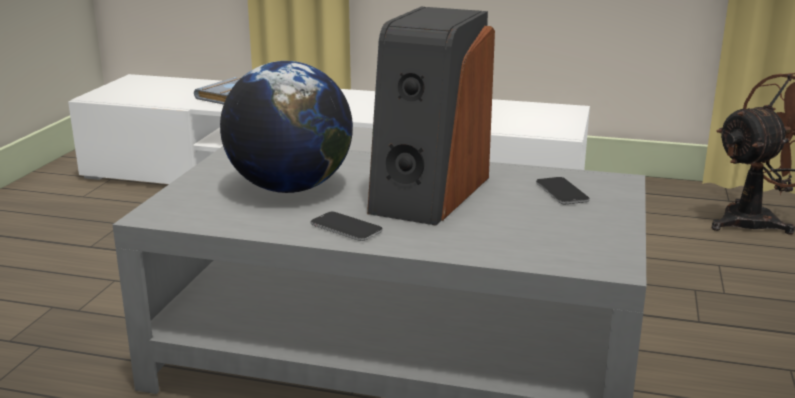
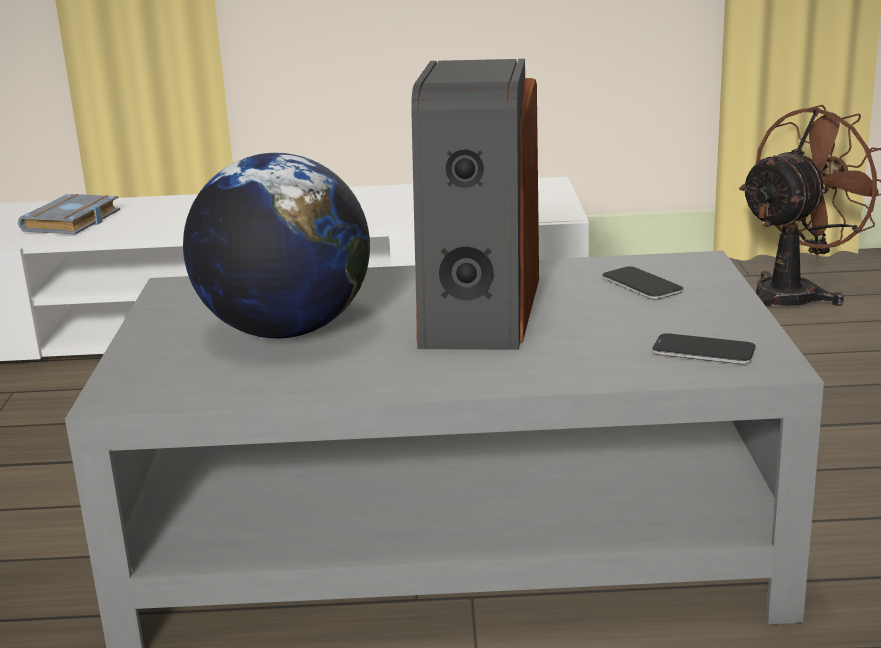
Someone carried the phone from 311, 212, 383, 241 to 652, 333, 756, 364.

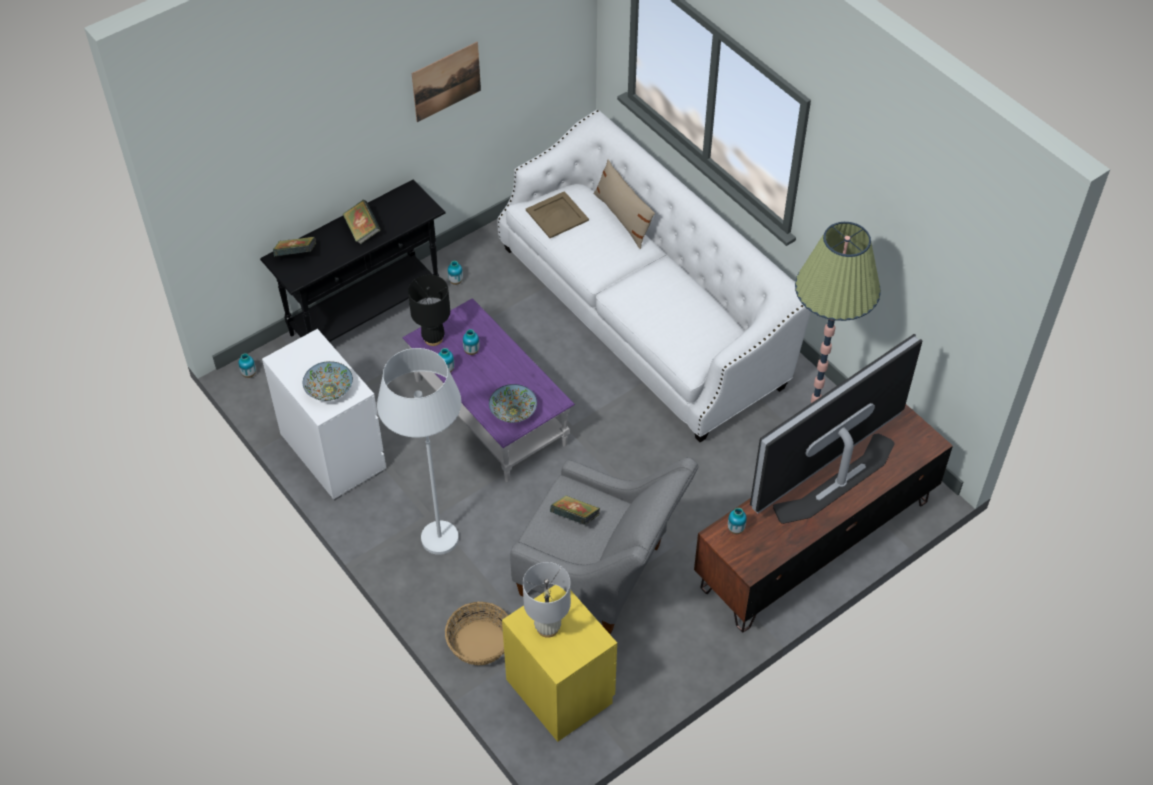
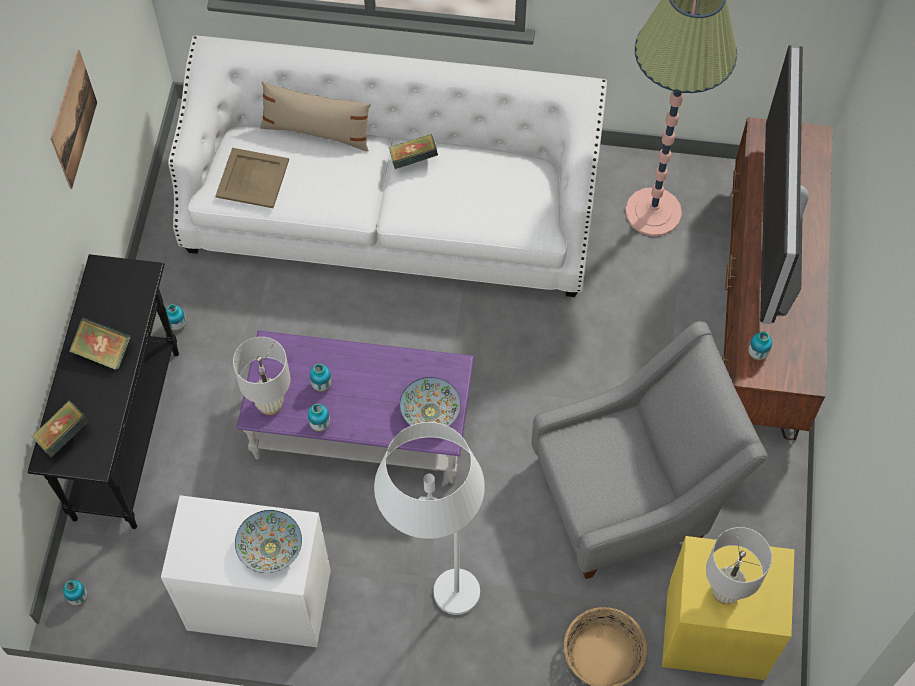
Someone repainted the black table lamp at 408, 275, 450, 346, which became the white table lamp at 233, 337, 291, 415.
Someone carried the book from 550, 495, 600, 525 to 389, 134, 438, 169.

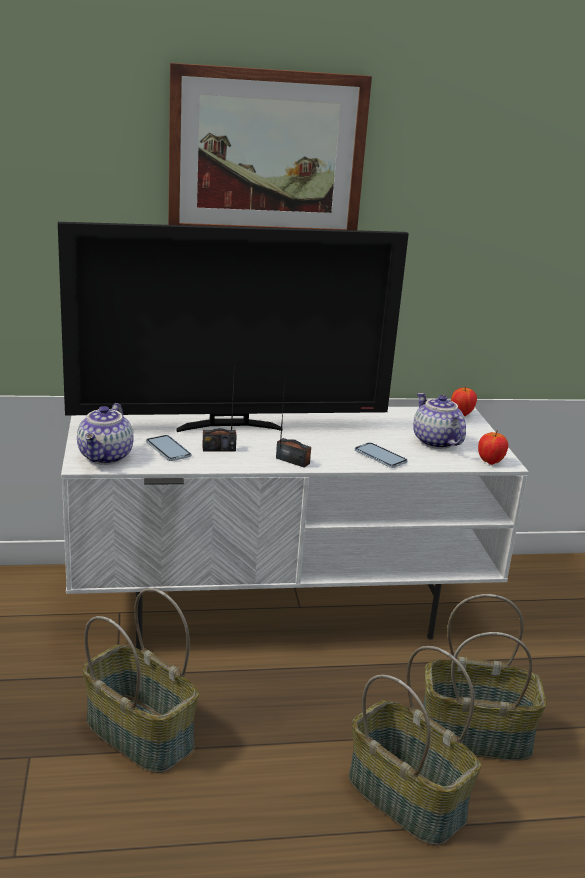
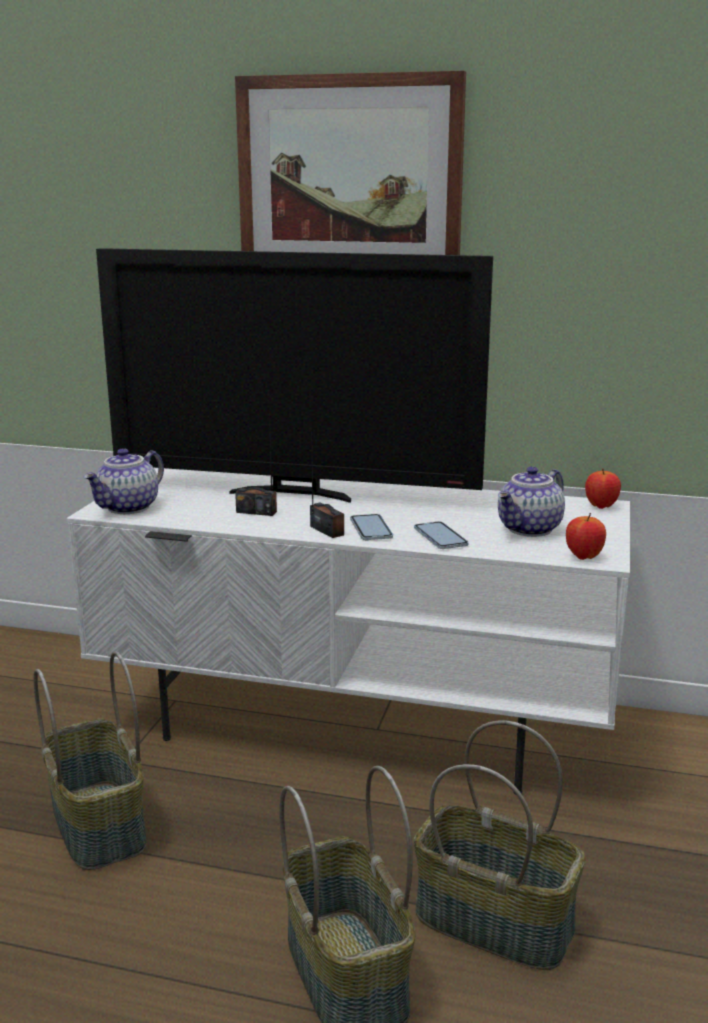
Someone rotated the teapot at 413, 393, 466, 449 by 135 degrees counterclockwise.
Someone carried the phone from 146, 435, 191, 461 to 350, 514, 393, 540.

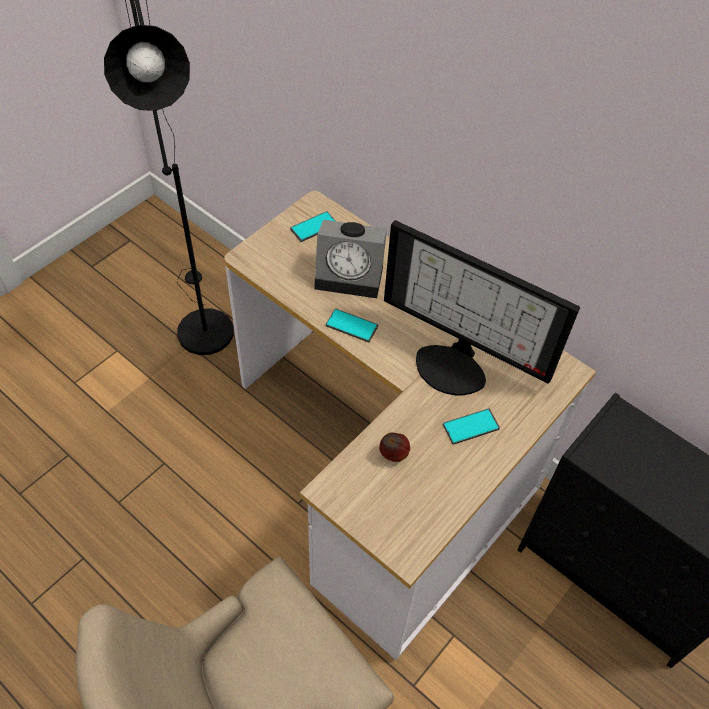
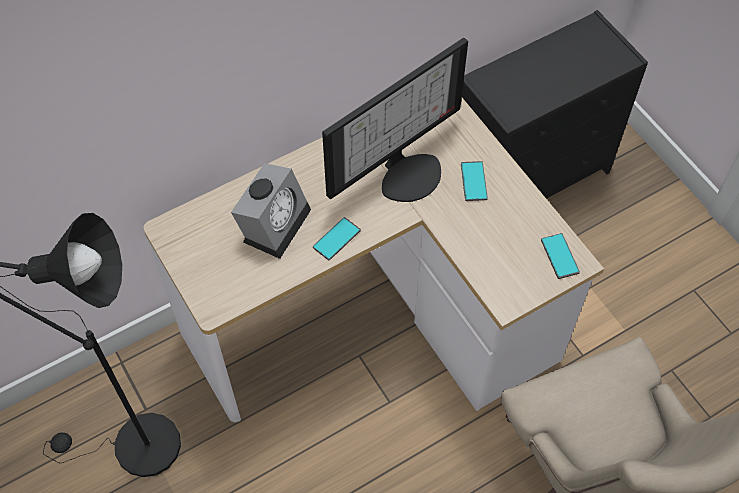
Someone carried the phone from 290, 211, 335, 242 to 541, 233, 580, 279.
Someone took away the apple at 379, 433, 410, 462.

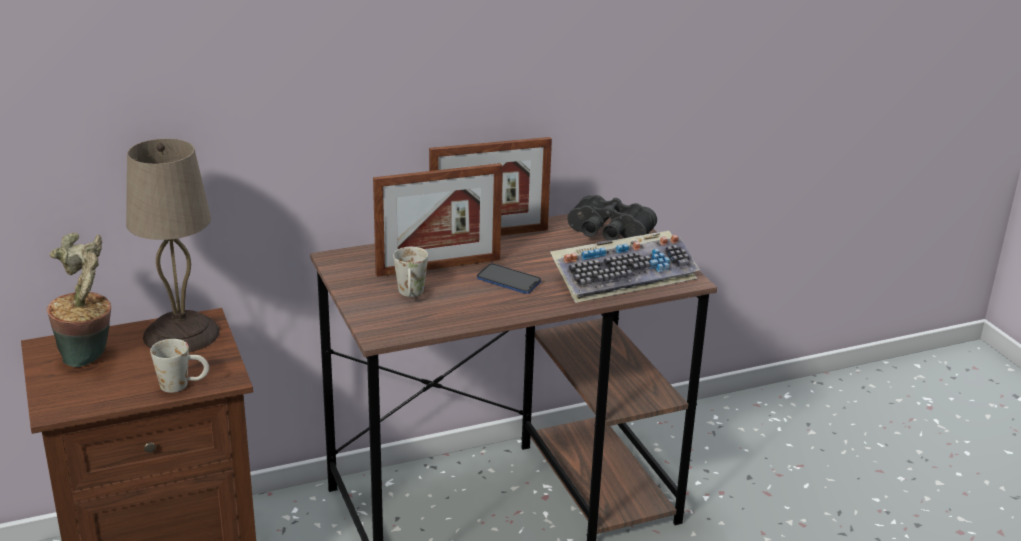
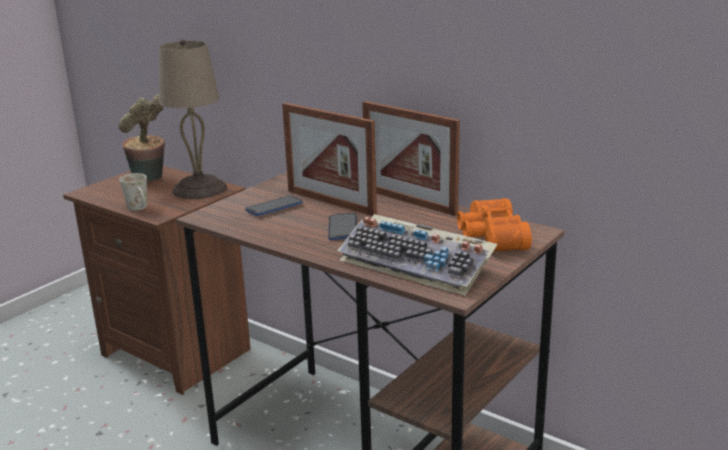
Someone repainted the black binoculars at 567, 195, 657, 241, which became the orange binoculars at 457, 198, 532, 252.
Someone swapped the white mug at 393, 247, 428, 297 for the phone at 245, 196, 303, 216.

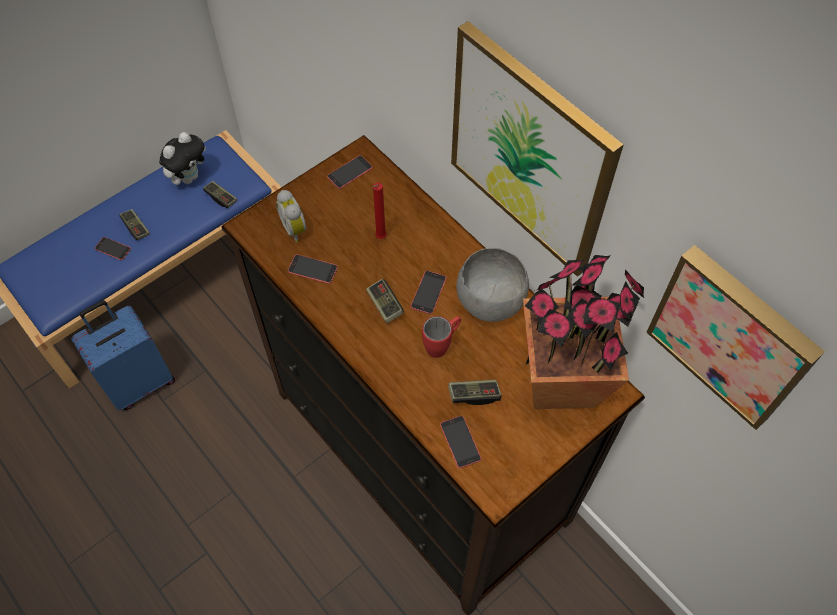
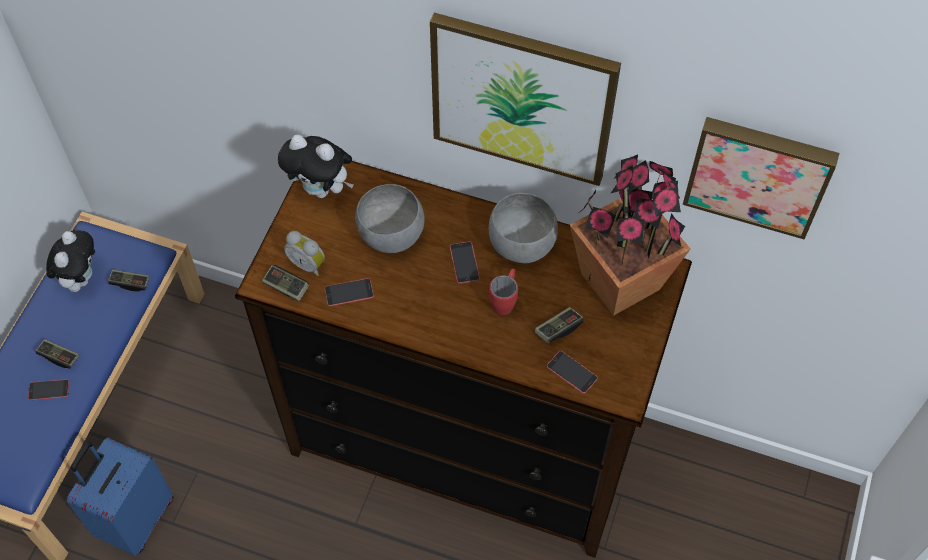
Someone swapped the phone at 327, 155, 372, 189 for the plush toy at 278, 135, 354, 198.
Someone swapped the red candle at 372, 183, 387, 239 for the grey bowl at 355, 184, 425, 253.
Someone carried the game controller from 366, 279, 404, 323 to 262, 265, 309, 302.

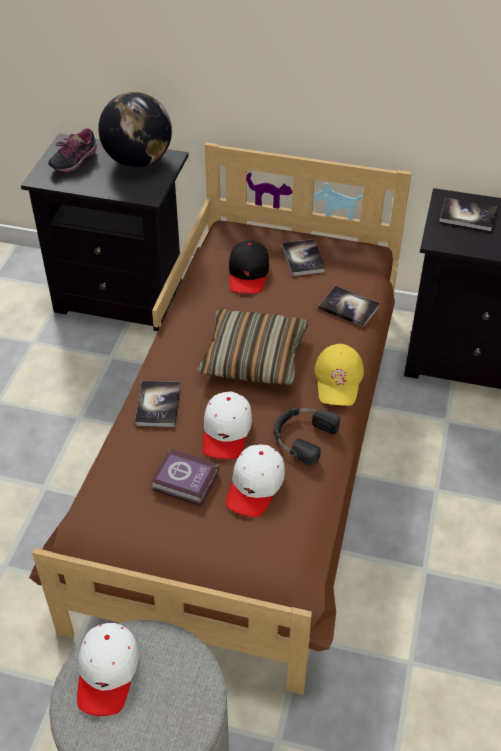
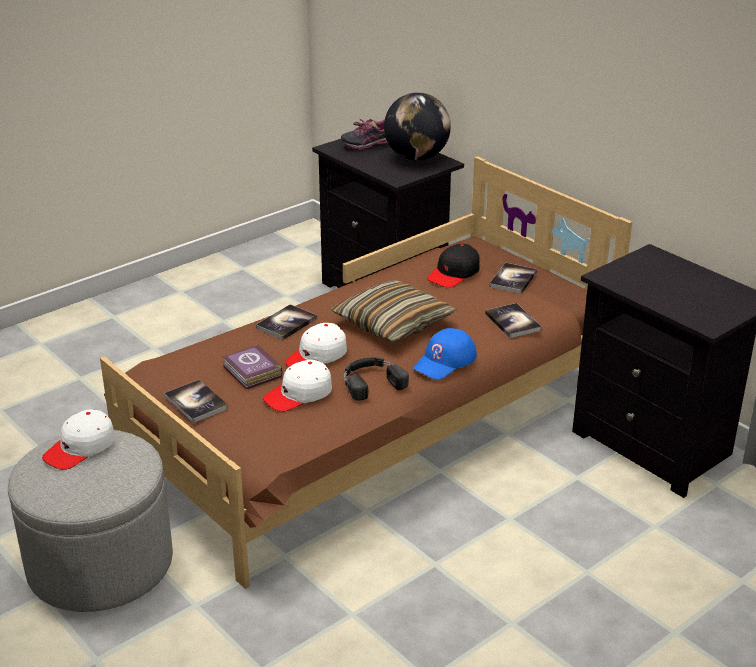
Someone carried the book from 439, 198, 496, 231 to 164, 380, 228, 423.
Someone repainted the yellow cap at 315, 344, 364, 406, which became the blue cap at 413, 328, 477, 380.

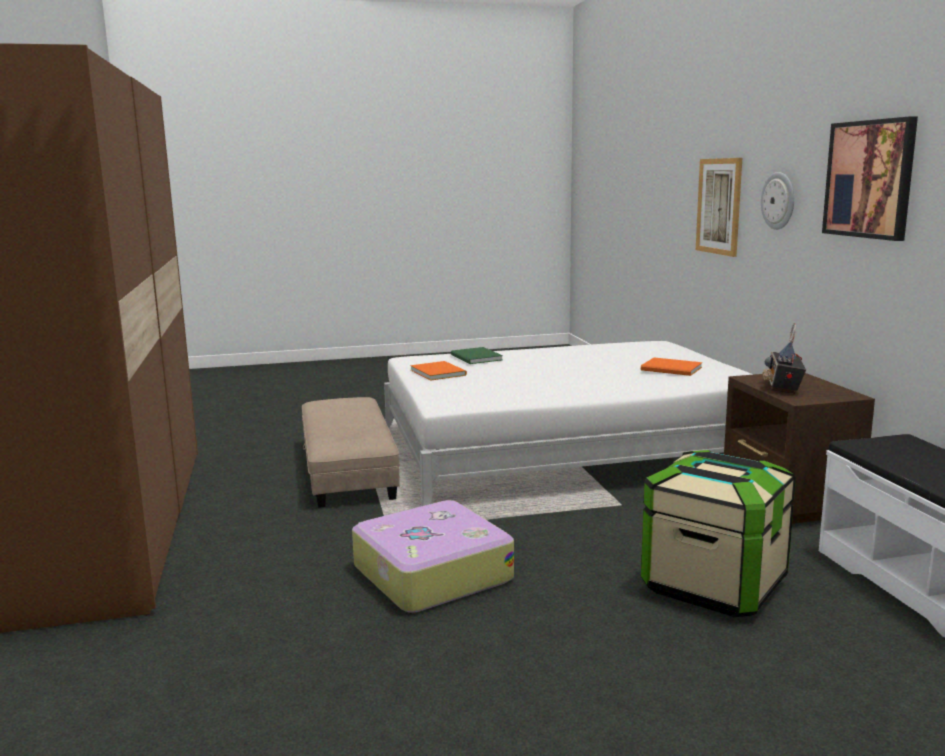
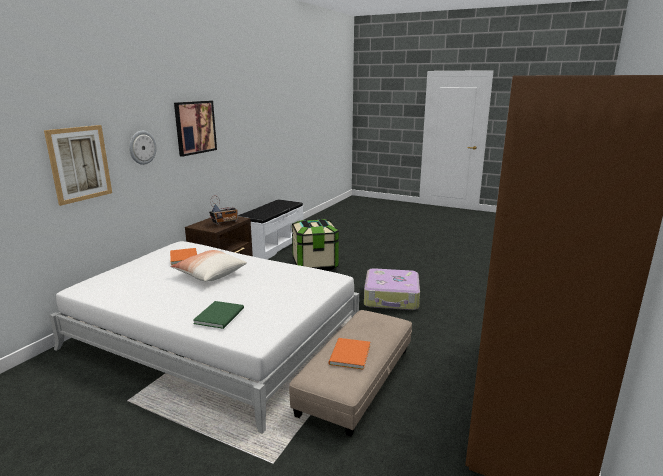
Someone carried the orange book from 411, 361, 467, 381 to 329, 338, 370, 370.
Someone put down the pillow at 171, 250, 247, 282.

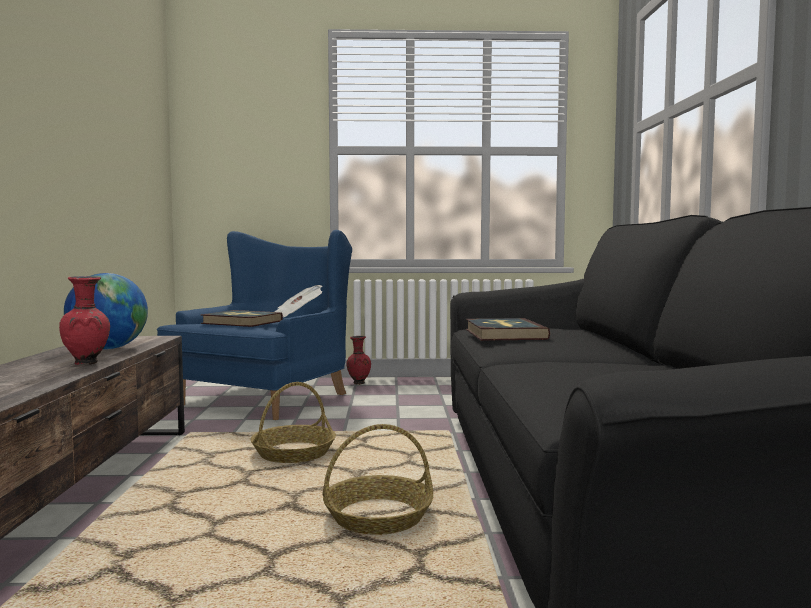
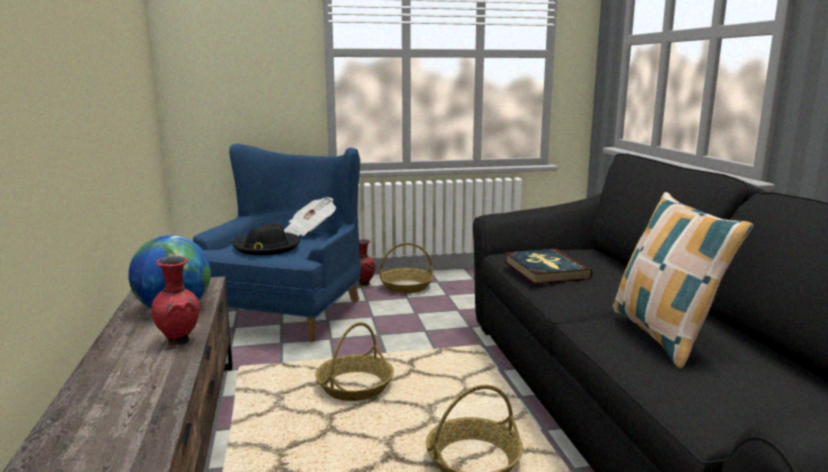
Someone swapped the book at 201, 310, 283, 327 for the black hat at 233, 222, 300, 255.
Someone put down the pillow at 611, 192, 753, 369.
Someone put down the basket at 379, 243, 433, 293.

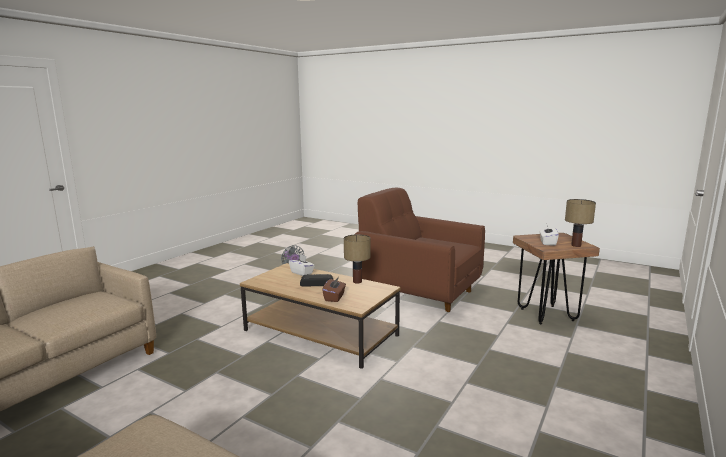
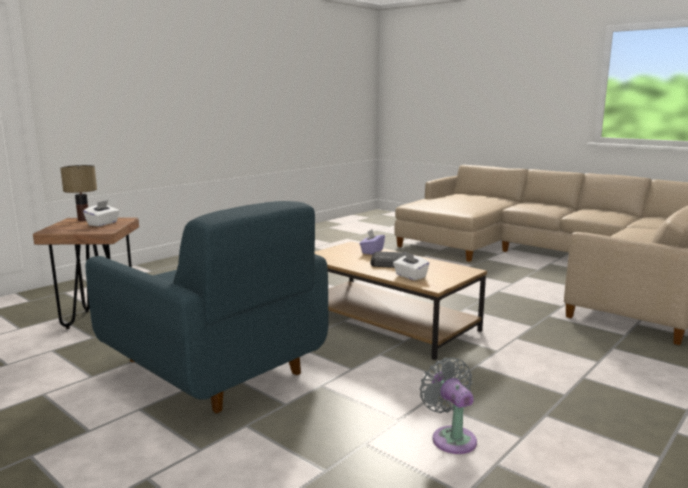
Someone repainted the brown armchair at 354, 188, 485, 312, which became the blue armchair at 86, 201, 328, 413.
Someone took away the table lamp at 344, 234, 371, 283.
Someone repainted the brown tissue box at 322, 277, 346, 302, which became the purple tissue box at 360, 229, 385, 255.

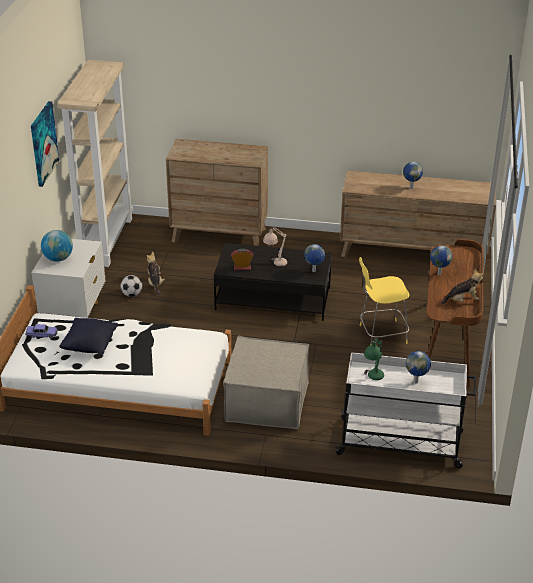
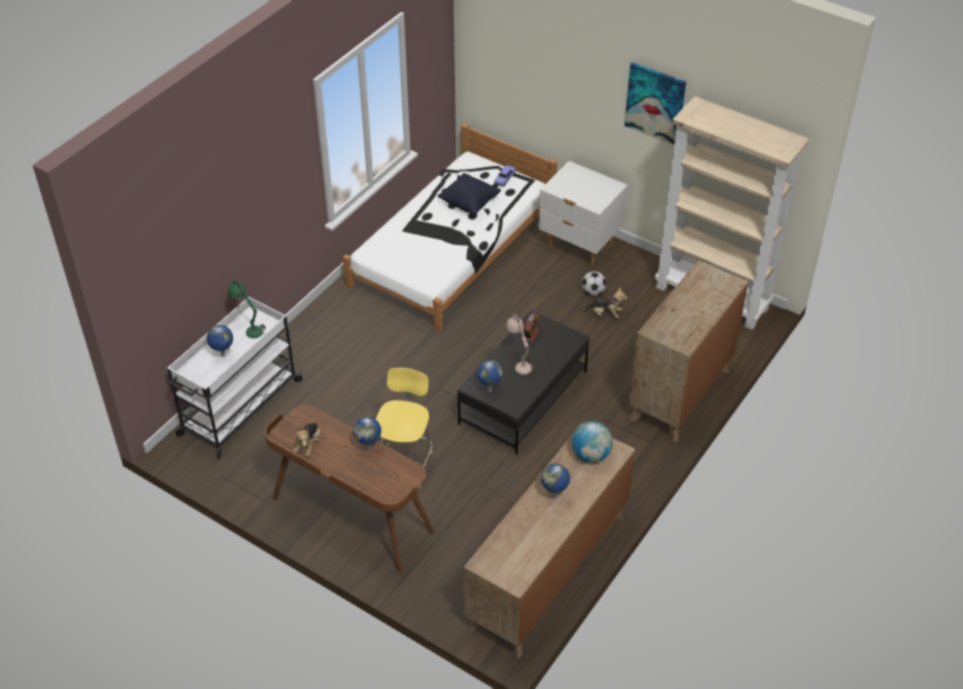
Someone carried the globe from 41, 230, 73, 262 to 571, 421, 613, 463.
Someone took away the beige ottoman at 223, 336, 310, 429.

